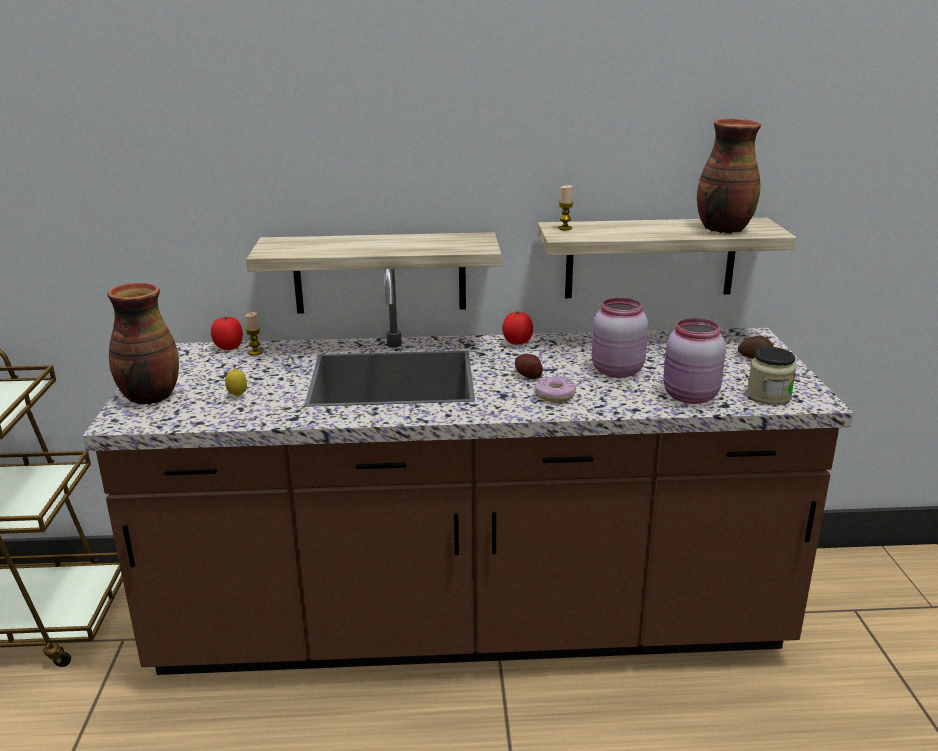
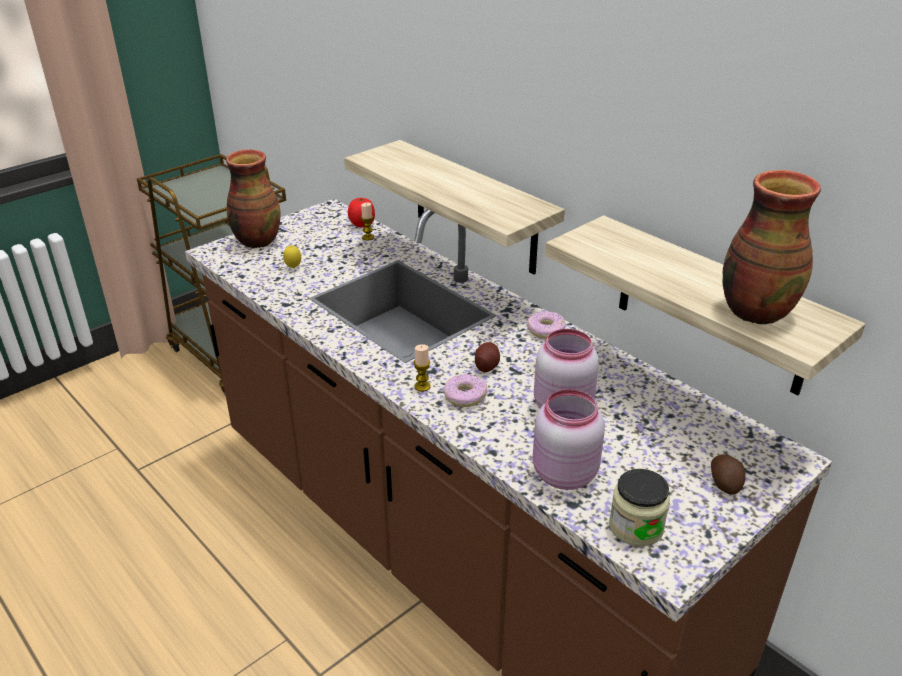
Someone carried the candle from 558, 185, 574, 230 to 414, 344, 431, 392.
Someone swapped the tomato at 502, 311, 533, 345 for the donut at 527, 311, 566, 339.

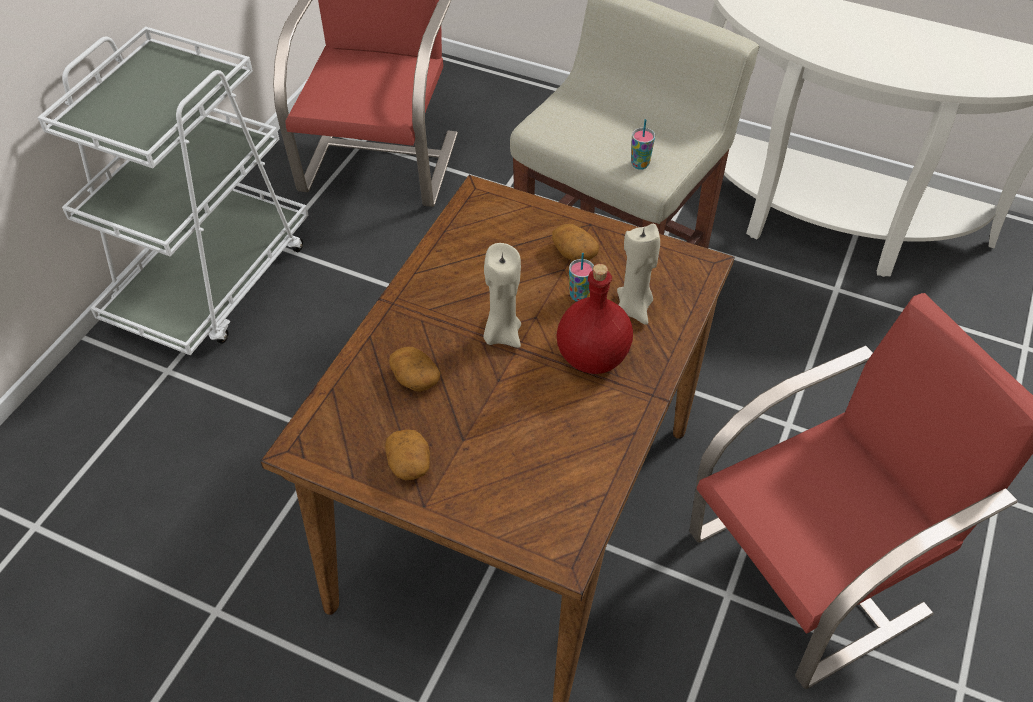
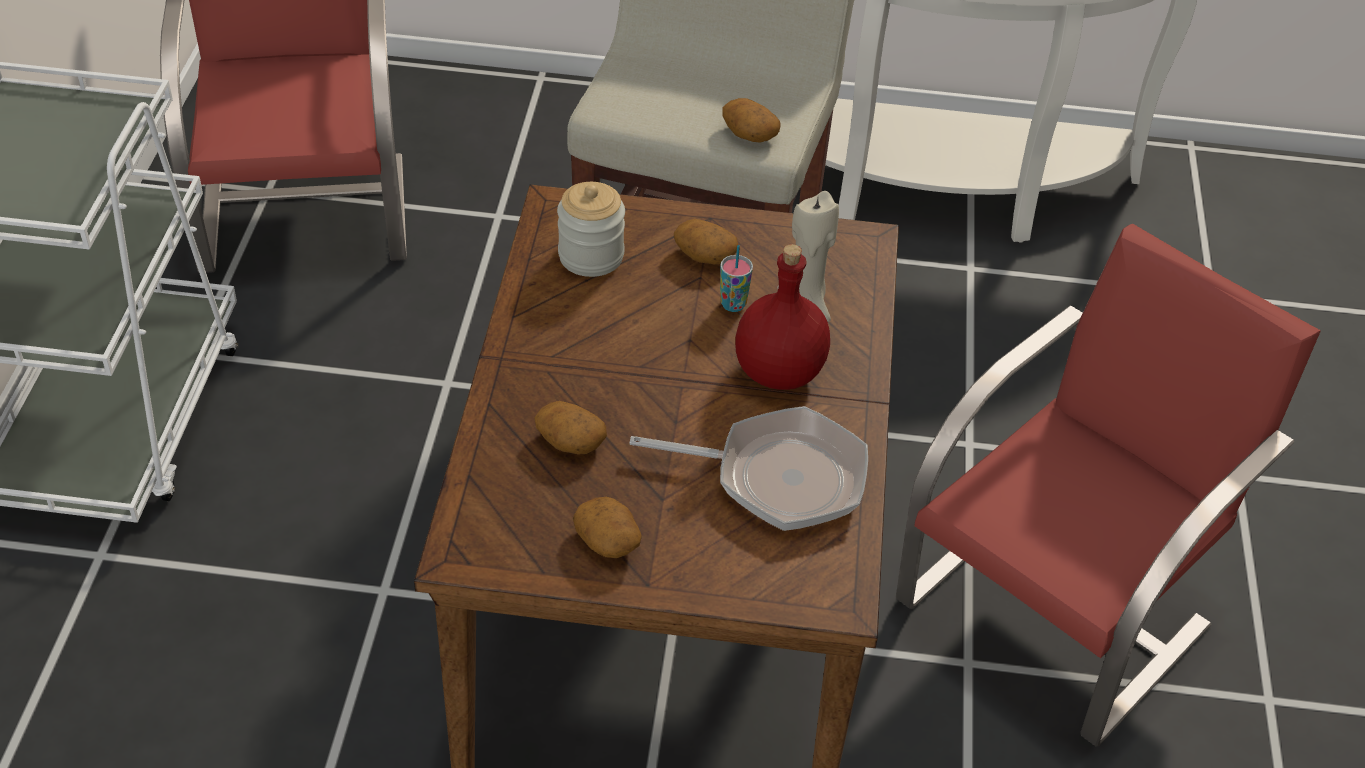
Someone swapped the cup at 631, 119, 655, 170 for the potato at 722, 98, 781, 143.
Someone took away the beige candle at 483, 243, 521, 348.
Someone put down the jar at 557, 182, 625, 277.
Someone put down the frying pan at 630, 406, 868, 531.

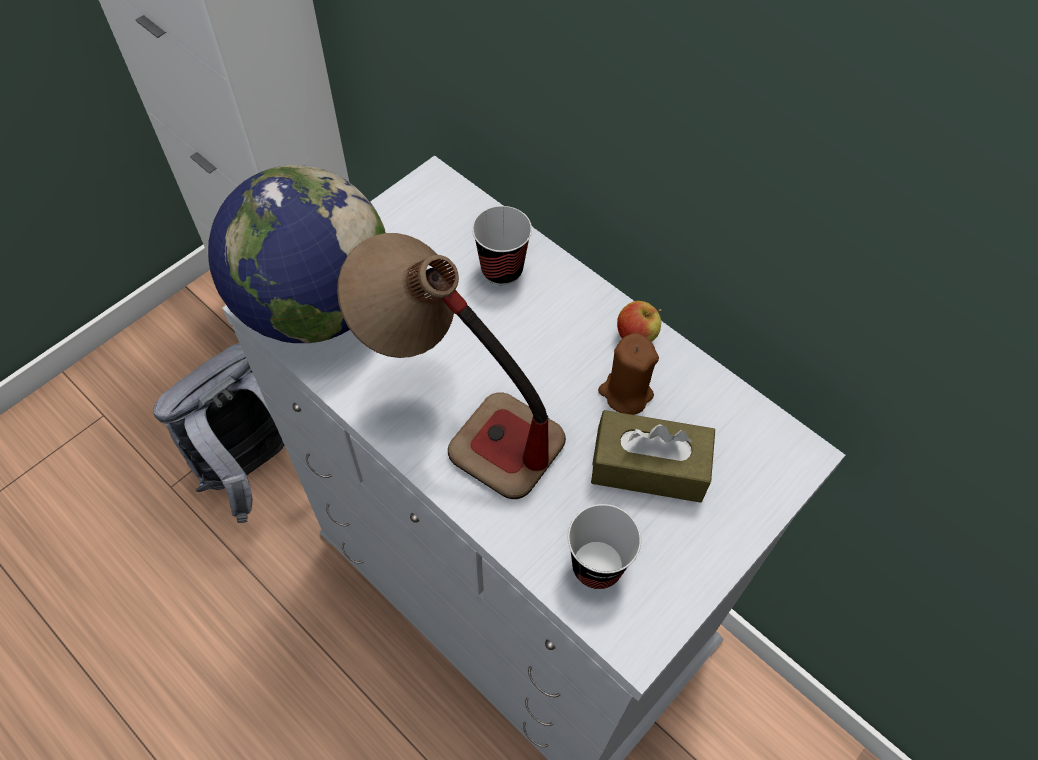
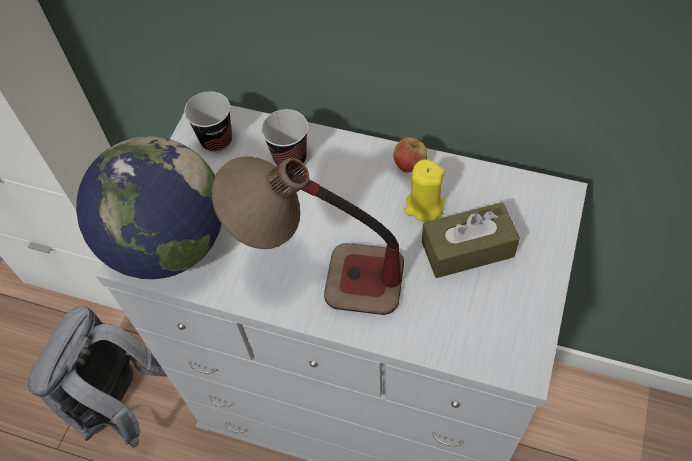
Someone repainted the brown candle at 598, 333, 659, 415, which became the yellow candle at 404, 160, 445, 222.
Someone carried the cup from 568, 504, 641, 589 to 184, 91, 232, 152.

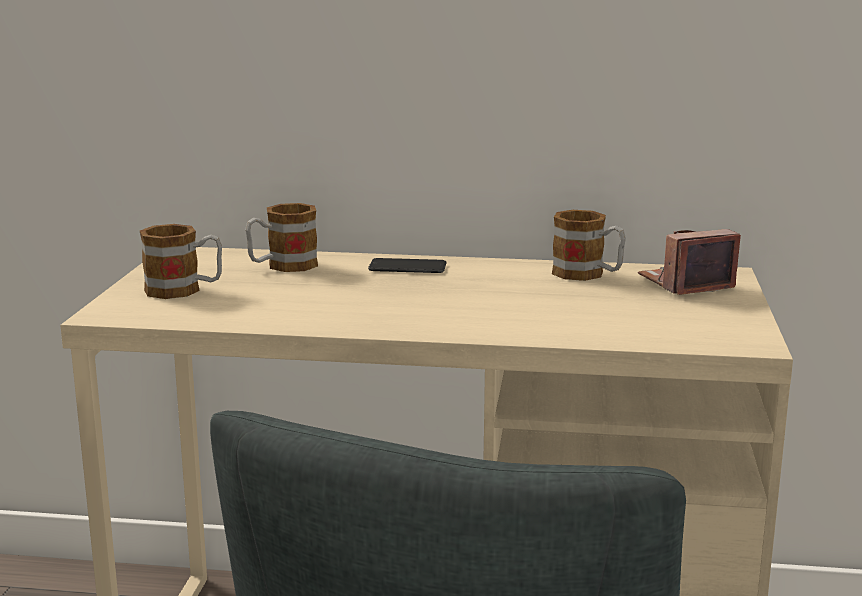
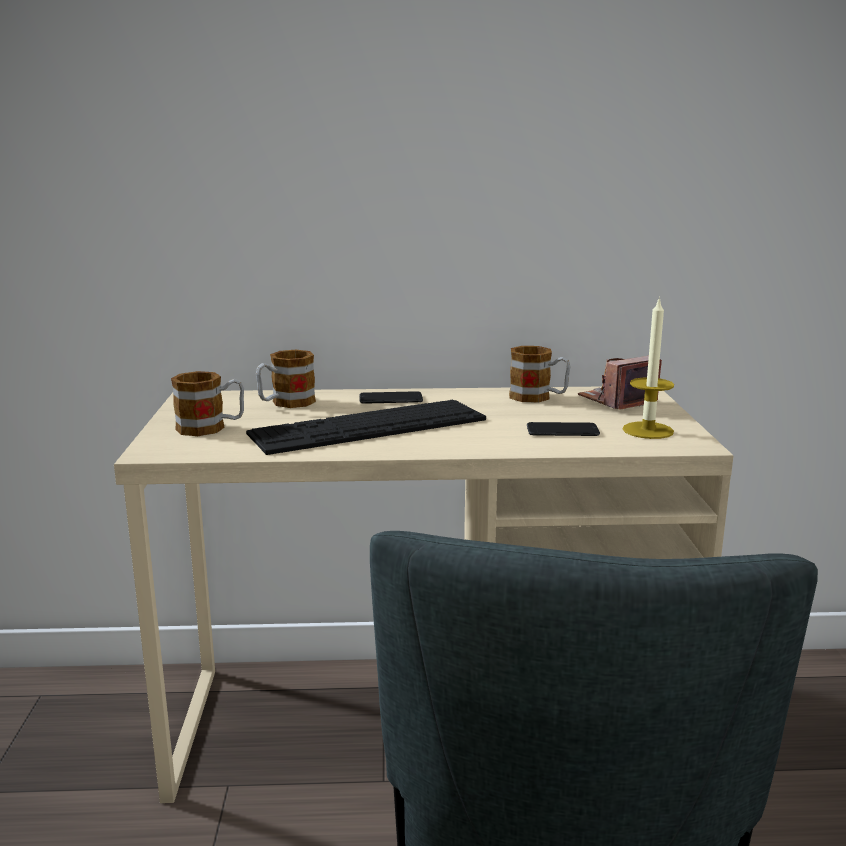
Someone put down the candle at 623, 297, 674, 439.
Someone put down the keyboard at 246, 399, 486, 455.
Someone put down the phone at 527, 422, 600, 436.

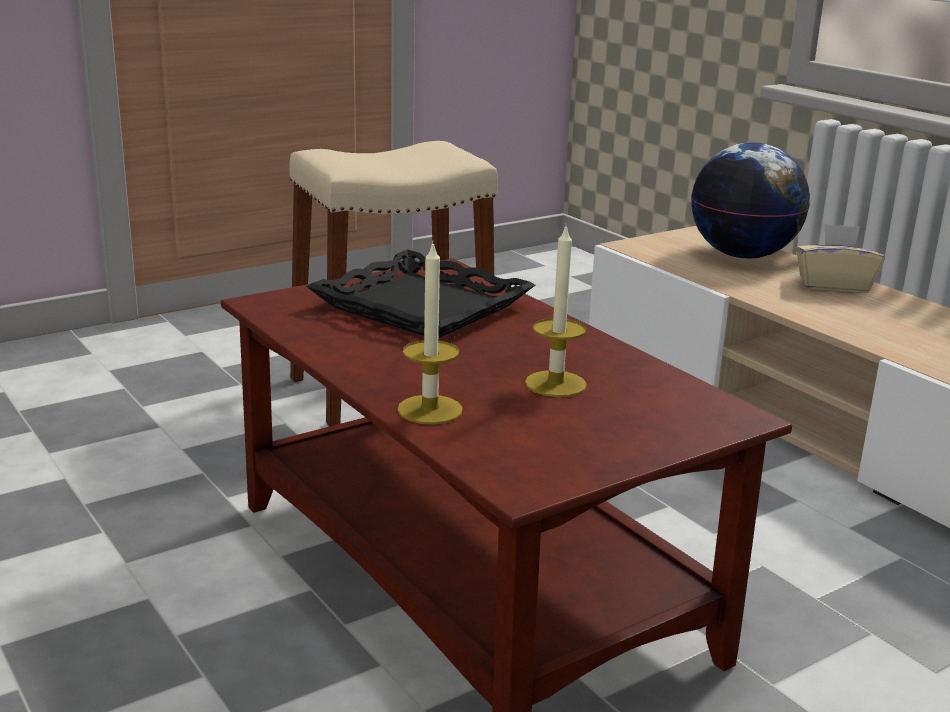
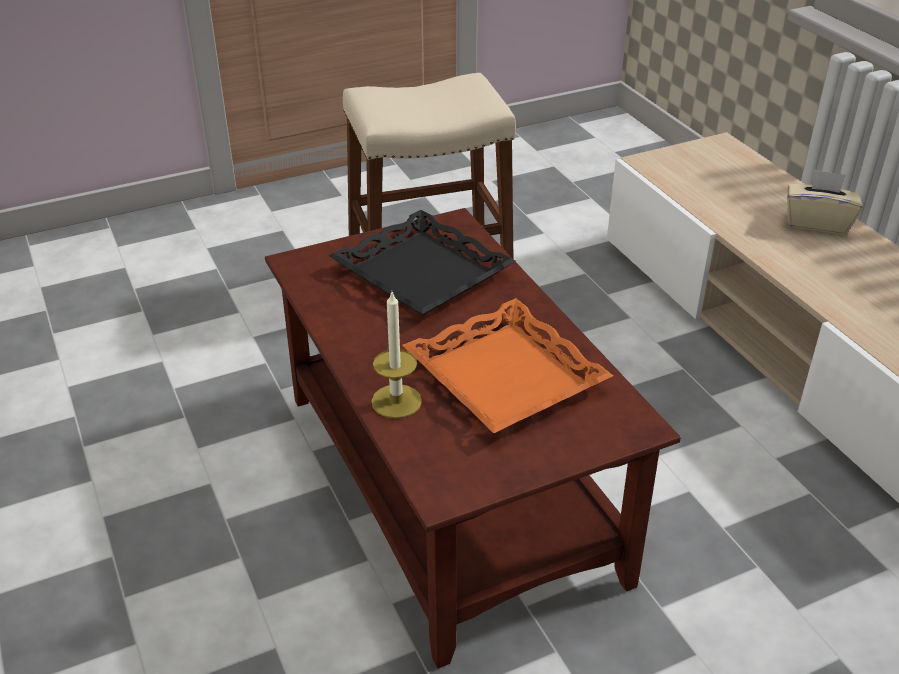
Someone took away the globe at 691, 142, 810, 259.
Someone swapped the candle at 525, 227, 587, 397 for the orange tray at 402, 298, 613, 433.

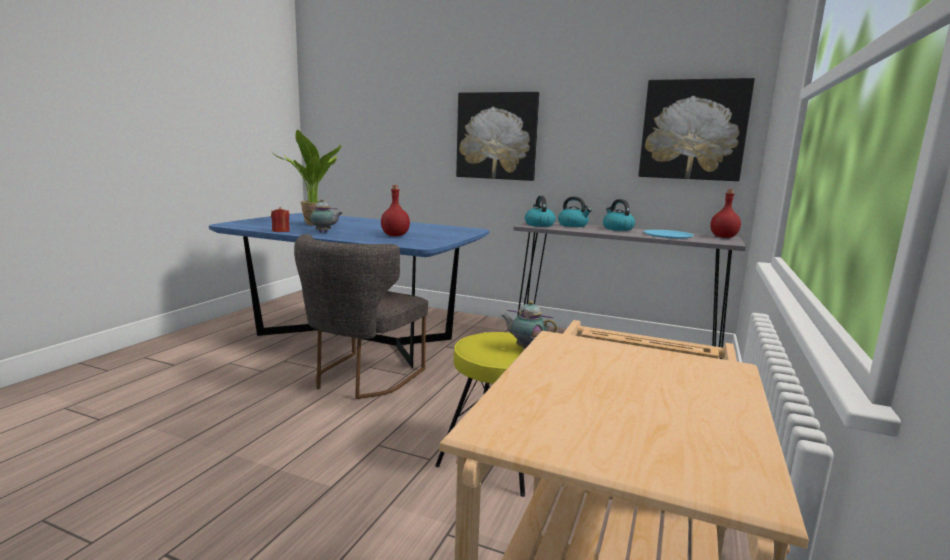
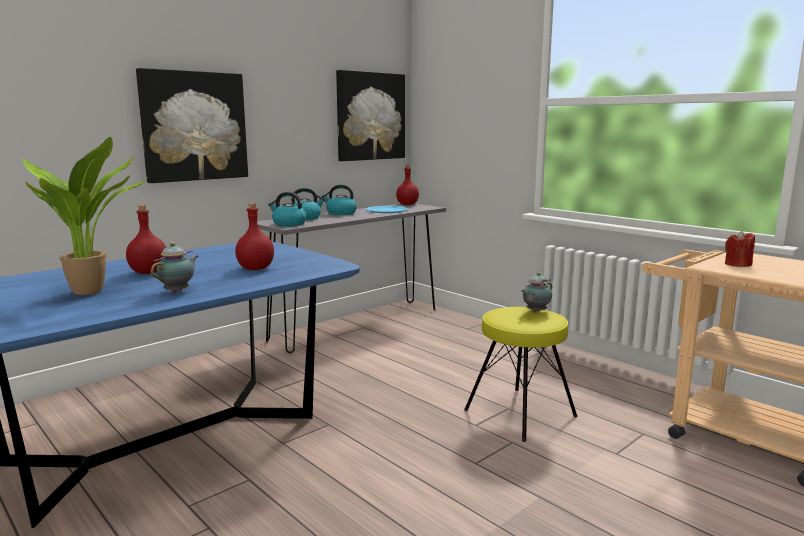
Someone carried the red candle from 271, 207, 290, 232 to 725, 231, 755, 267.
Someone took away the grey chair at 294, 234, 428, 399.
Someone put down the red bottle at 126, 205, 166, 274.

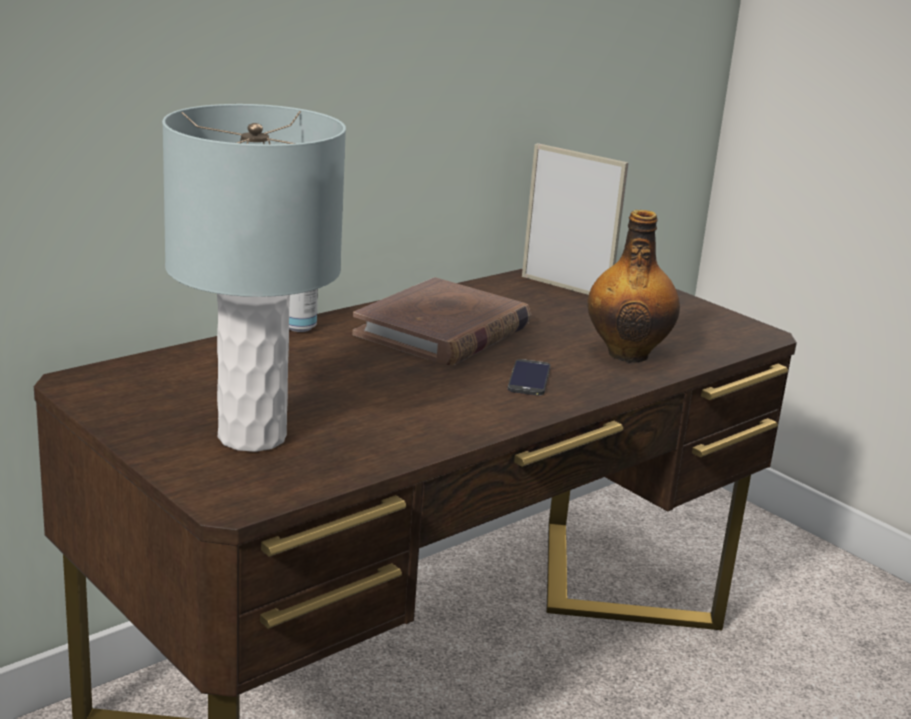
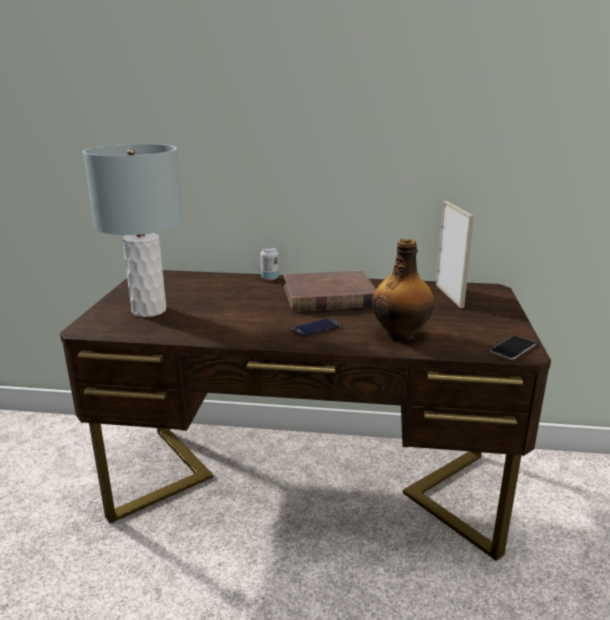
Someone put down the phone at 490, 336, 536, 360.

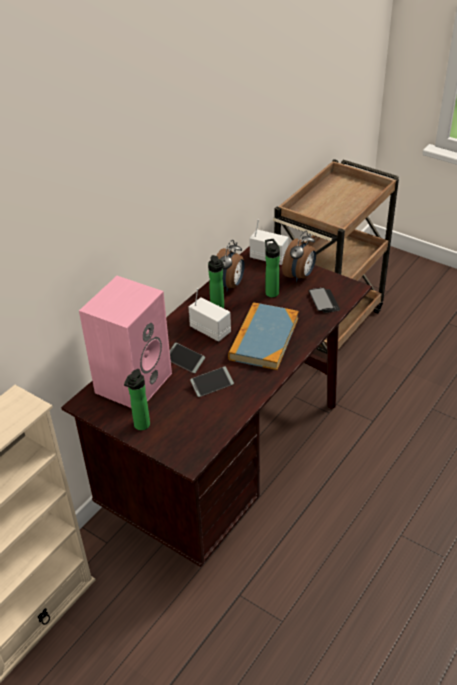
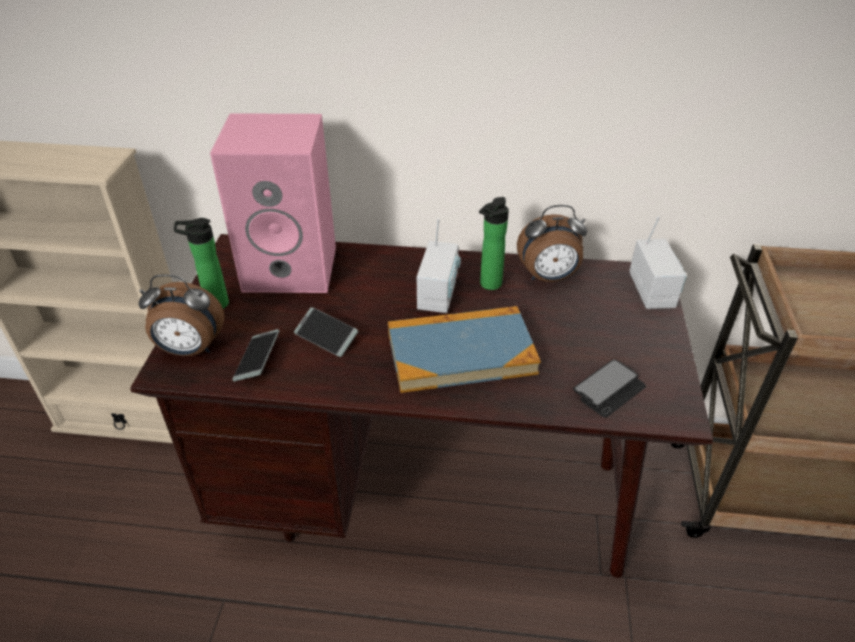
Someone carried the alarm clock from 282, 231, 316, 282 to 139, 274, 225, 356.
Someone took away the bottle at 265, 239, 280, 297.
Someone carried the phone from 170, 343, 205, 373 to 232, 329, 279, 382.

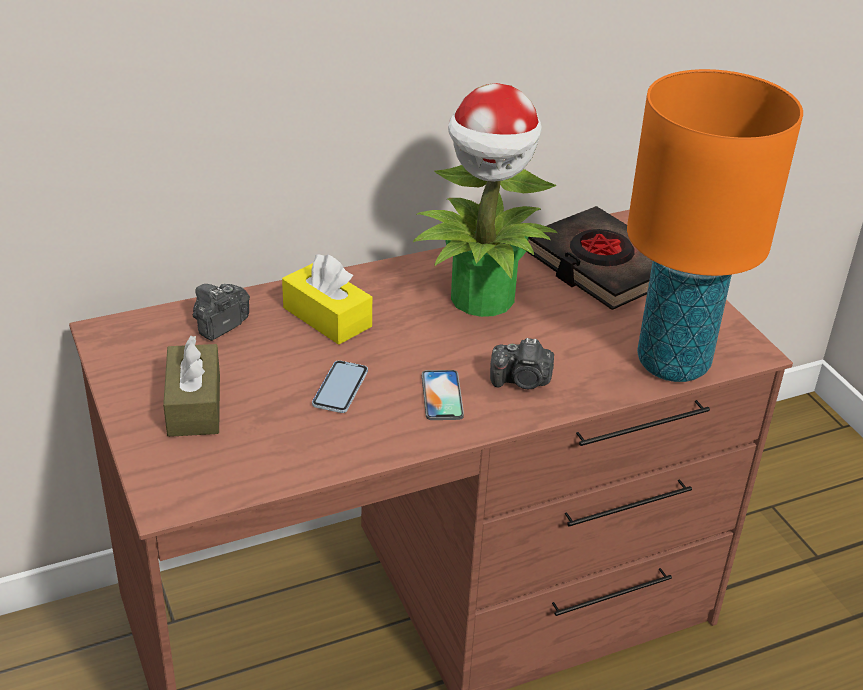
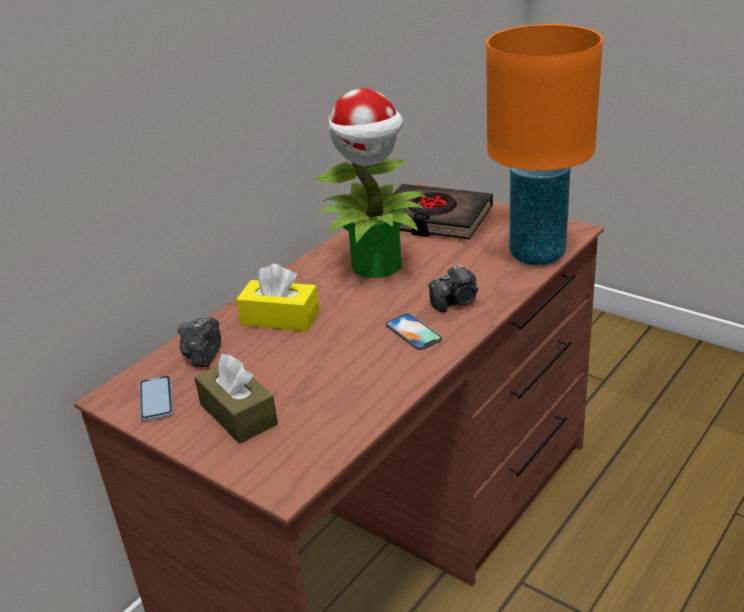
Someone carried the phone from 312, 360, 368, 413 to 139, 375, 173, 421.

